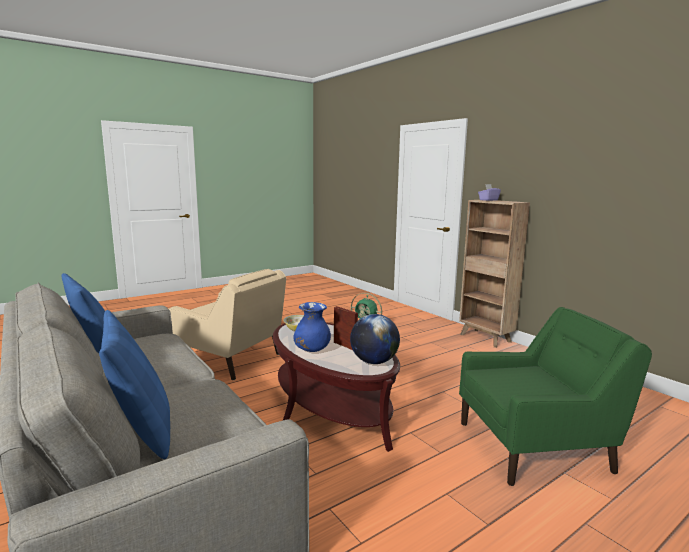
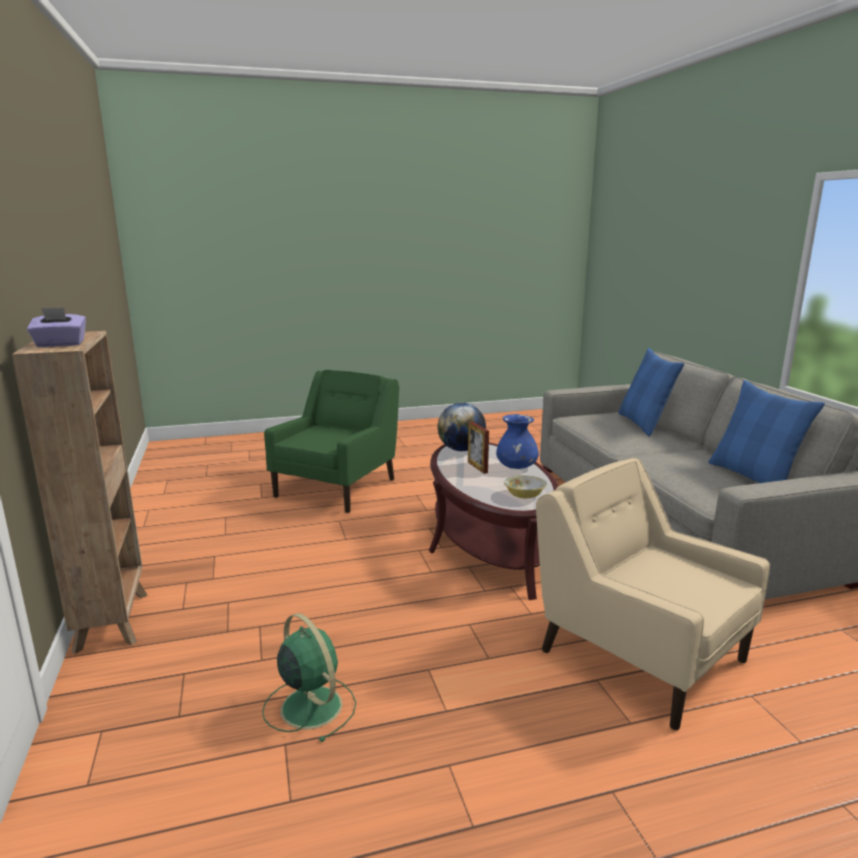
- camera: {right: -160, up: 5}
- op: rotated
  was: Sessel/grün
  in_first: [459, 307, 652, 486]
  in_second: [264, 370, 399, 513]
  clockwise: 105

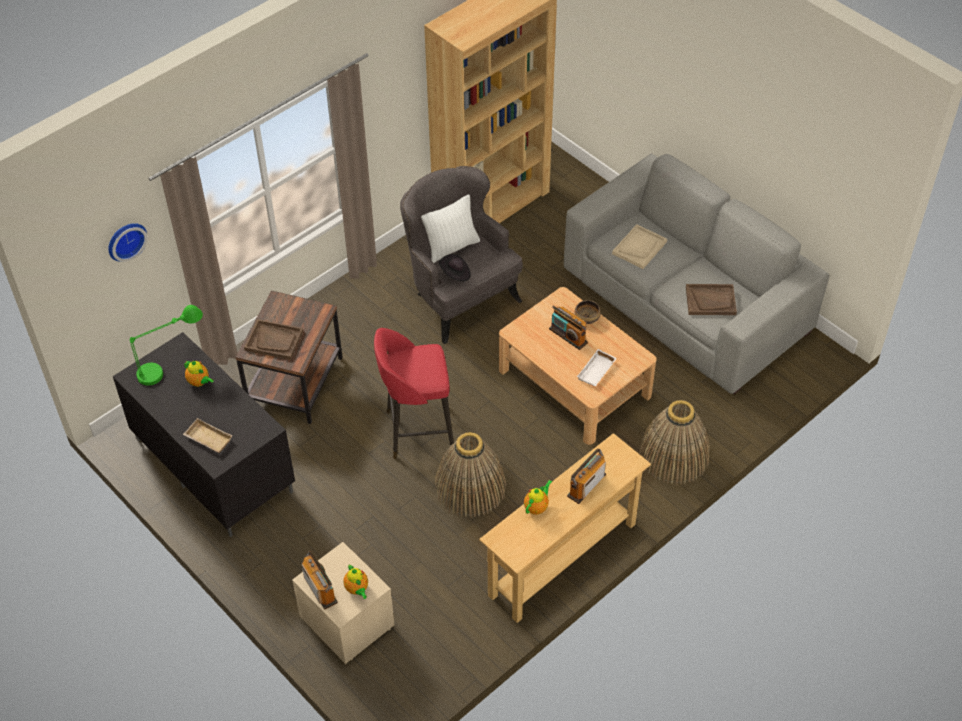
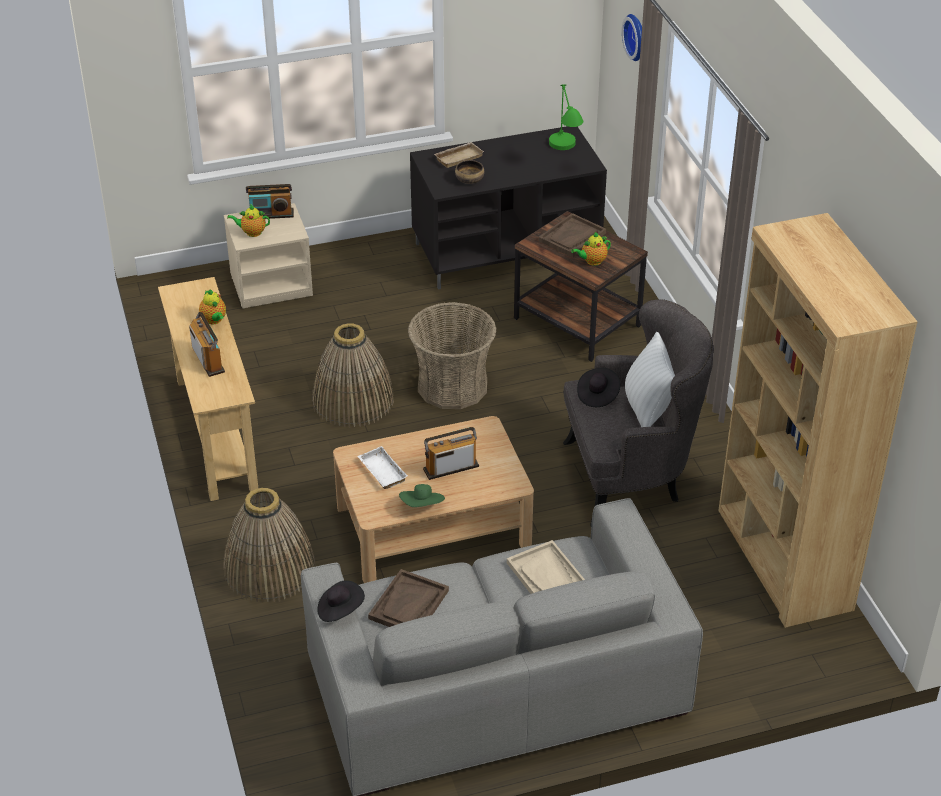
- camera: {right: 115, up: -10}
- op: shifted
  was: Teekanne
  in_first: [184, 361, 214, 387]
  in_second: [571, 232, 611, 266]
- op: swapped
  was: Hocker/rot
  now: Korb
  in_first: [374, 328, 454, 459]
  in_second: [408, 302, 497, 409]
- op: shifted
  was: Schüssel
  in_first: [575, 300, 601, 324]
  in_second: [455, 160, 484, 184]
- op: new
  now: Hut/schwarz
  in_second: [317, 580, 365, 622]
- op: new
  now: Hut/grün
  in_second: [399, 484, 445, 507]

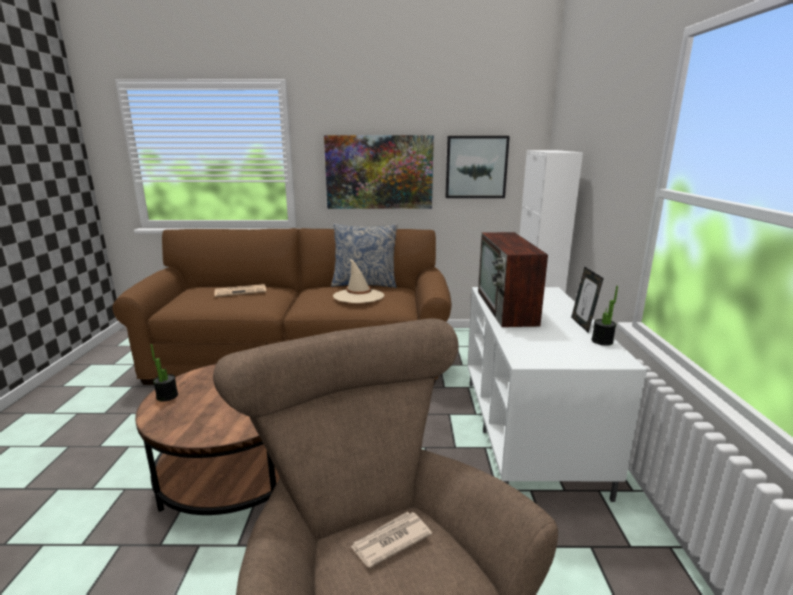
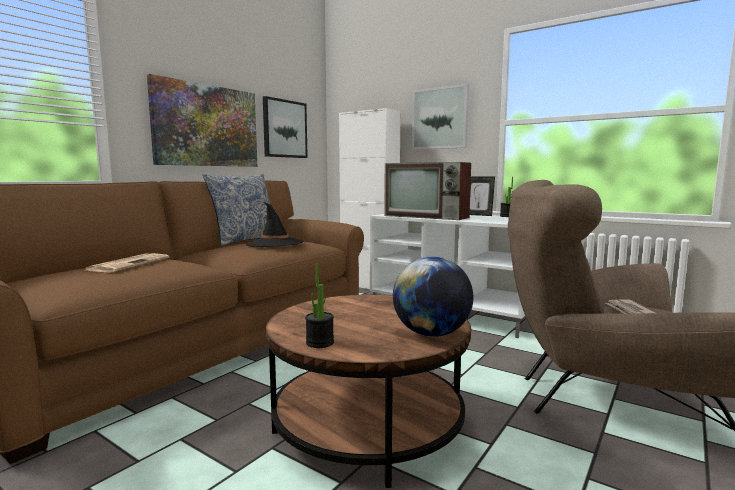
- camera: {right: -55, up: -10}
- op: repainted
  was: Hut/beige
  now: Hut/schwarz
  in_first: [333, 259, 384, 303]
  in_second: [246, 202, 304, 247]
- op: new
  now: Globus
  in_second: [393, 256, 473, 337]
- op: new
  now: Bild
  in_second: [412, 84, 469, 150]

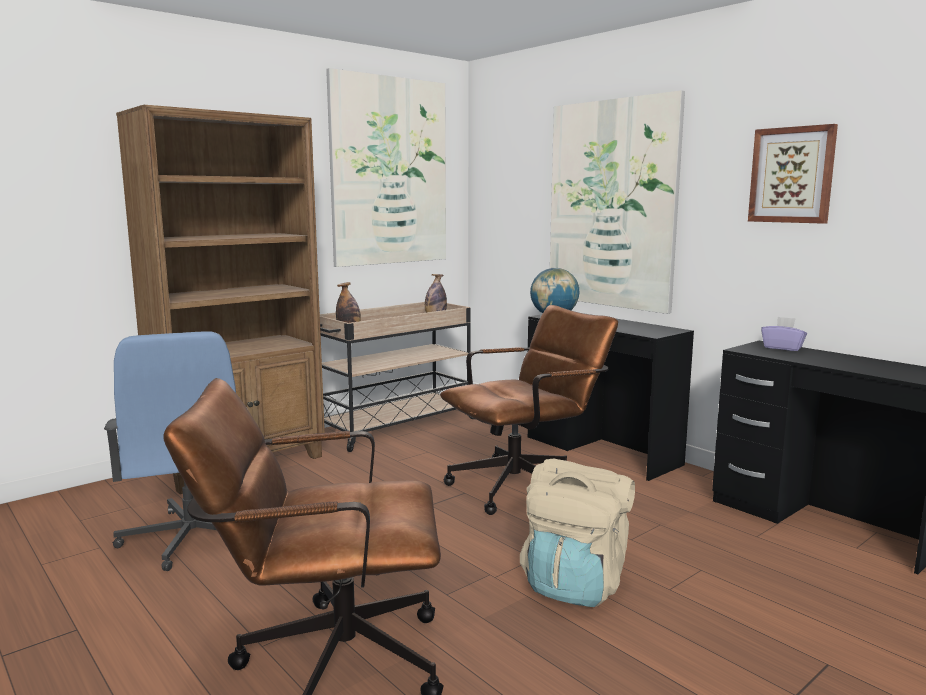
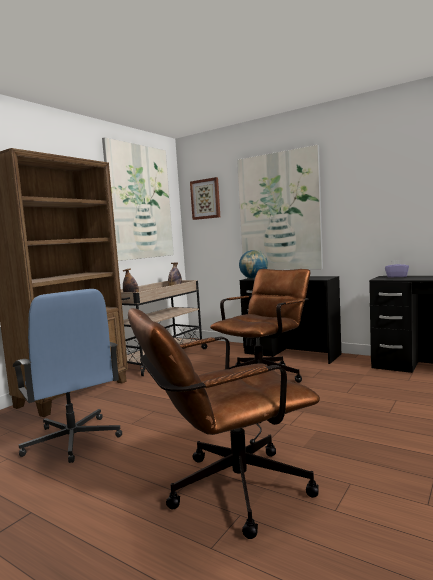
- camera: {right: -15, up: -5}
- op: gone
  was: Rucksack/beige
  in_first: [520, 458, 635, 607]
- op: shifted
  was: Bild
  in_first: [748, 124, 838, 224]
  in_second: [190, 177, 220, 220]

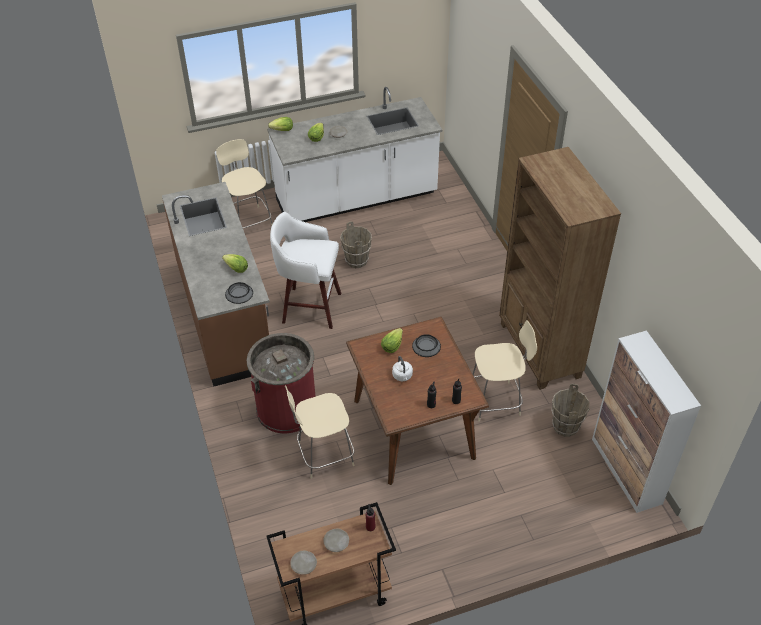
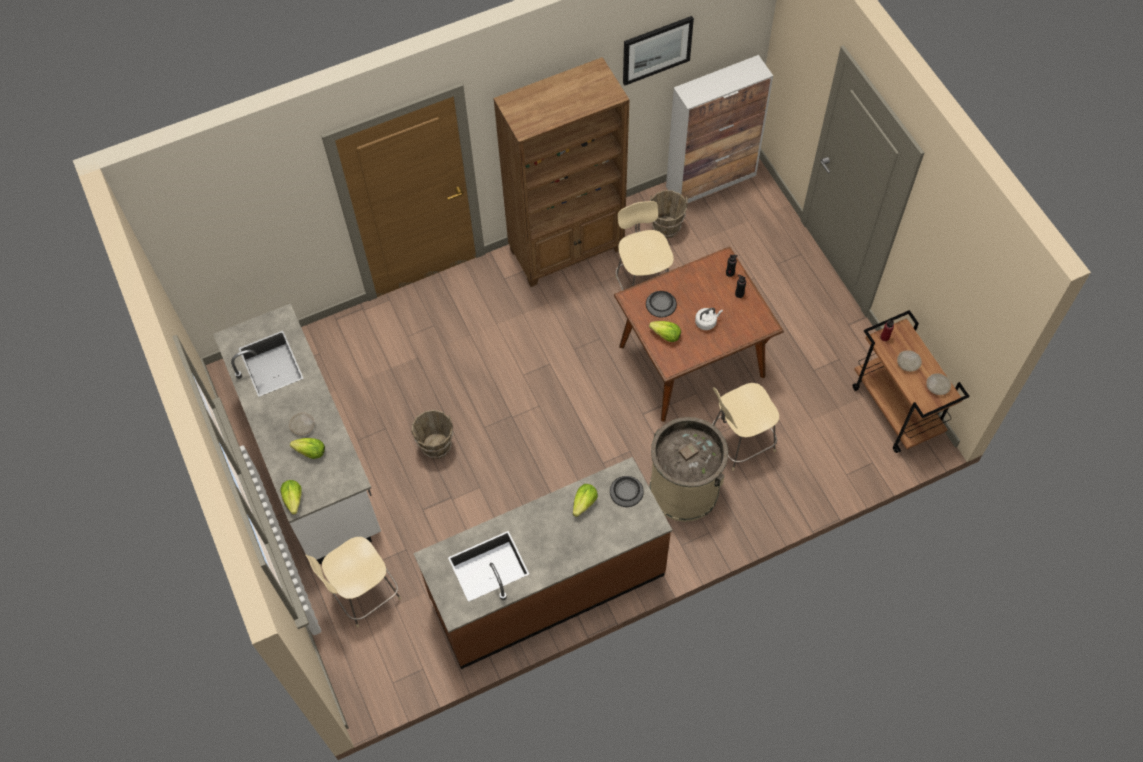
- camera: {right: -95, up: 15}
- op: repainted
  was: Mülleimer/rot
  now: Mülleimer/beige
  in_first: [246, 333, 316, 433]
  in_second: [649, 417, 728, 522]
- op: gone
  was: Hocker/weiß
  in_first: [270, 212, 341, 329]
- op: rotated
  was: Stuhl/beige
  in_first: [285, 385, 354, 479]
  in_second: [712, 383, 779, 471]
  clockwise: 90
- op: new
  now: Bild
  in_second: [623, 16, 694, 85]

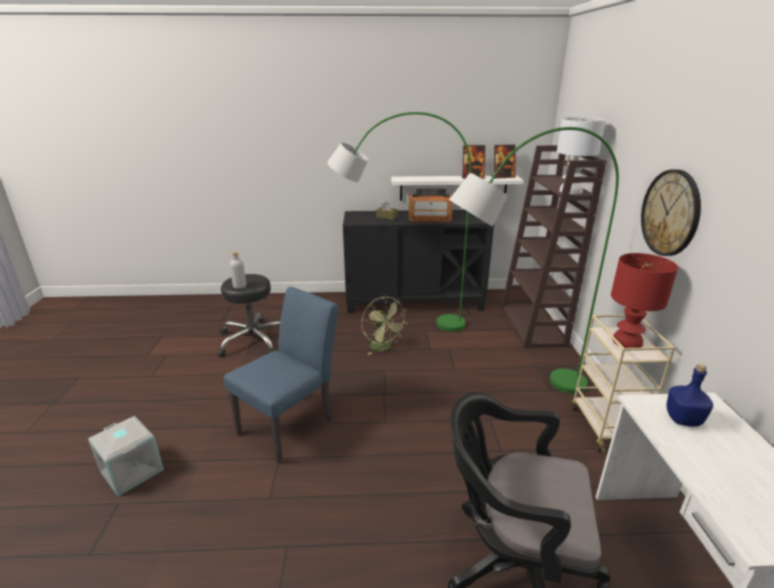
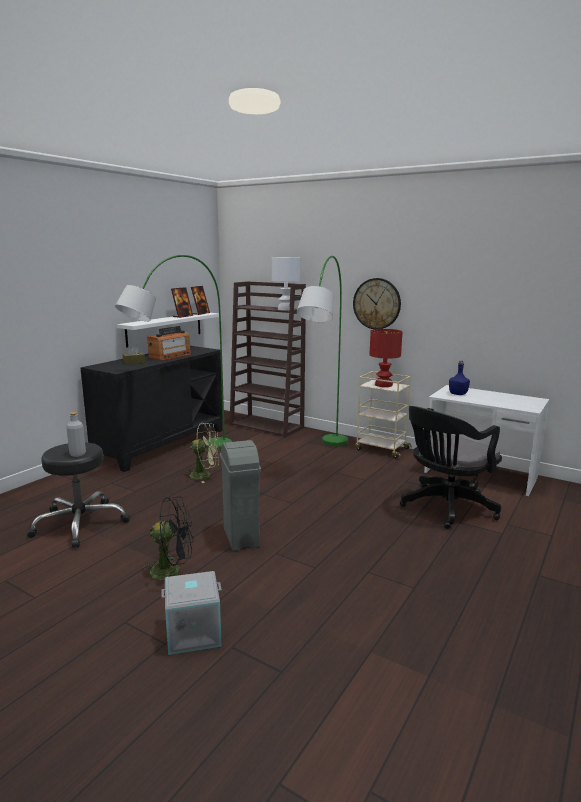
- camera: {right: -55, up: -10}
- op: swapped
  was: Stuhl/blau
  now: Mülleimer/grau
  in_first: [224, 287, 339, 464]
  in_second: [220, 440, 261, 551]
- op: new
  now: Ventilator/schwarz
  in_second: [143, 496, 193, 581]

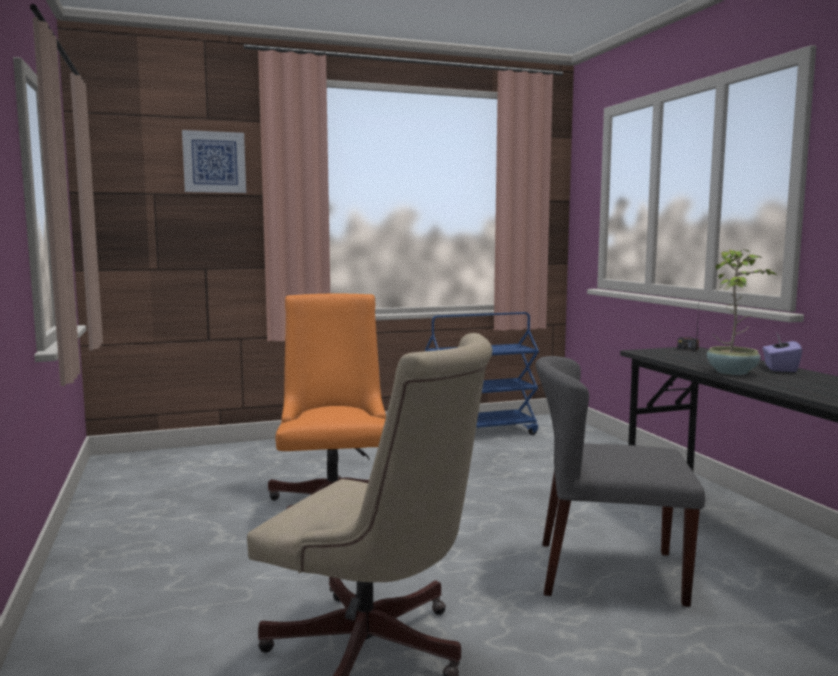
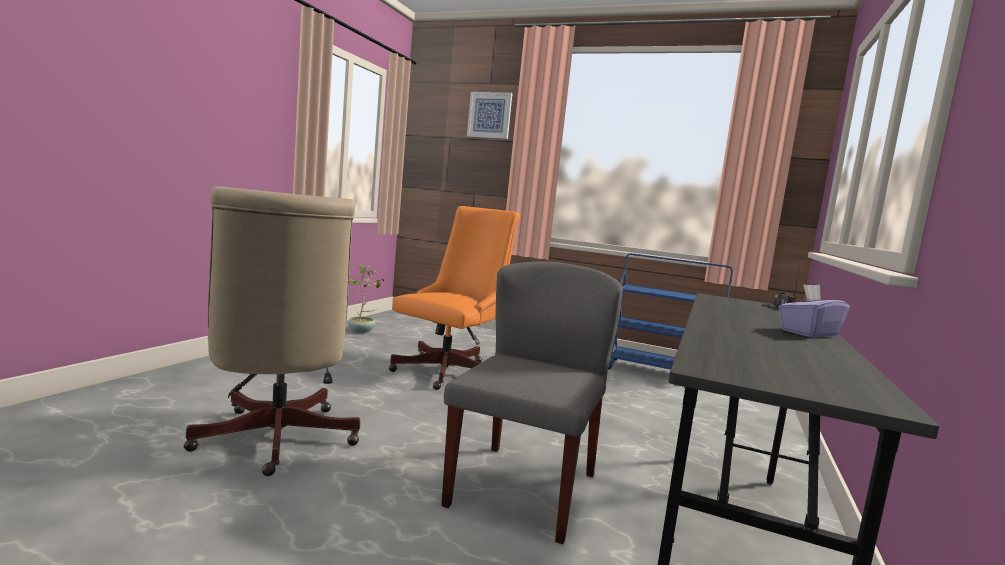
- camera: {right: 40, up: 0}
- op: rotated
  was: Stuhl/grau
  in_first: [536, 356, 705, 607]
  in_second: [441, 261, 623, 544]
  clockwise: 60
- op: shifted
  was: Topfpflanze
  in_first: [706, 249, 777, 375]
  in_second: [348, 265, 384, 333]

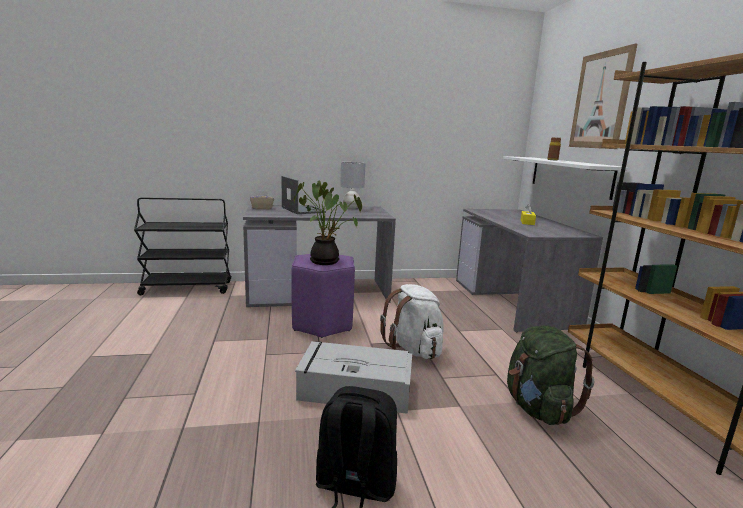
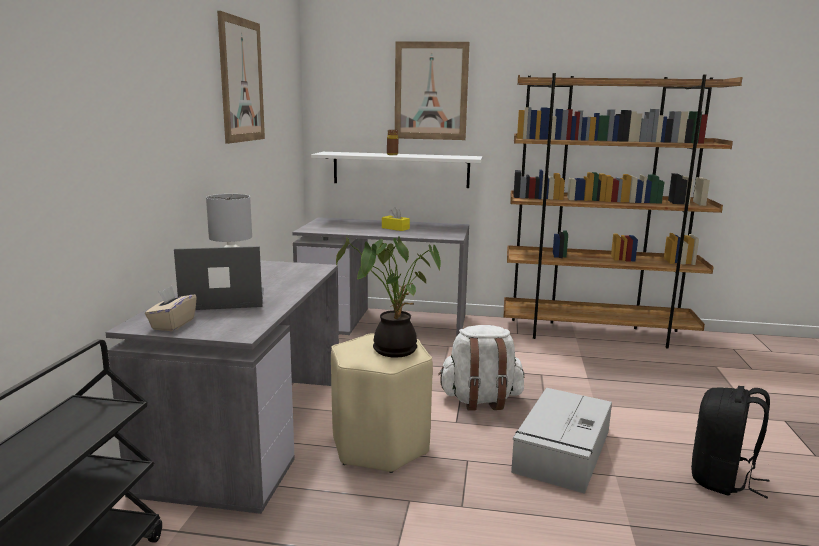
- camera: {right: -70, up: 0}
- op: repainted
  was: Hocker/lila
  now: Hocker/beige
  in_first: [291, 254, 355, 338]
  in_second: [331, 333, 433, 473]
- op: gone
  was: Rucksack/grün
  in_first: [507, 325, 594, 425]
- op: new
  now: Bild
  in_second: [217, 11, 265, 144]

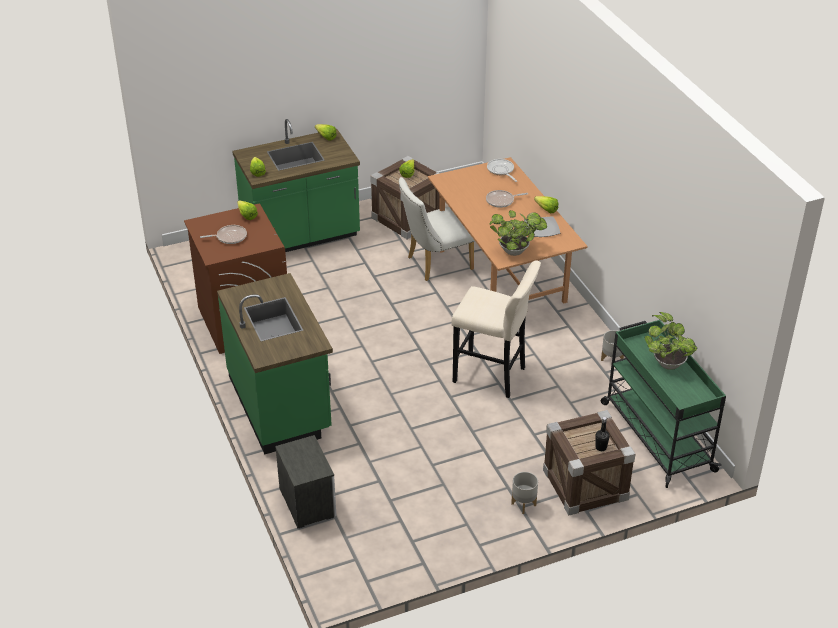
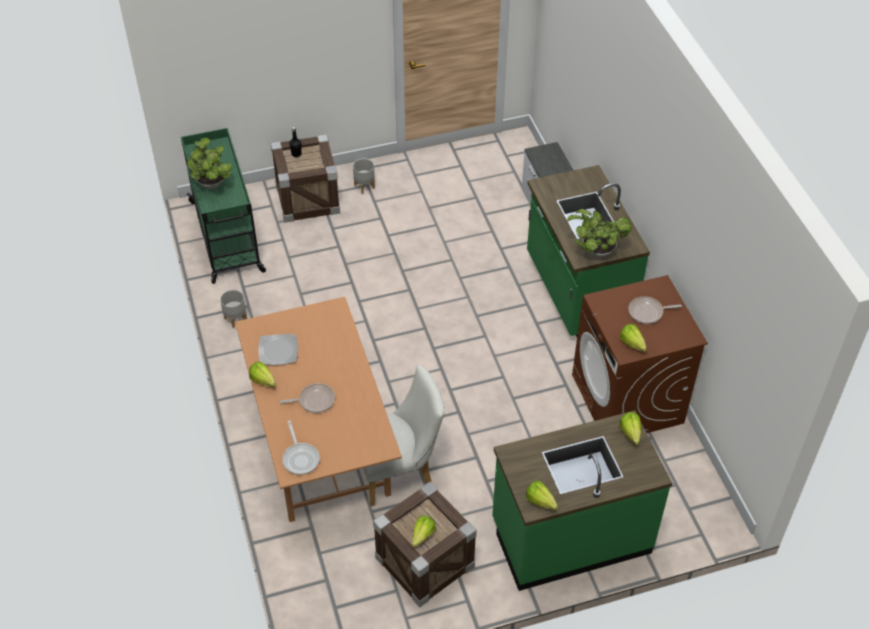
- camera: {right: -175, up: 10}
- op: gone
  was: Hocker/beige
  in_first: [451, 260, 541, 398]
- op: shifted
  was: Topfpflanze
  in_first: [490, 210, 547, 256]
  in_second: [567, 209, 632, 258]

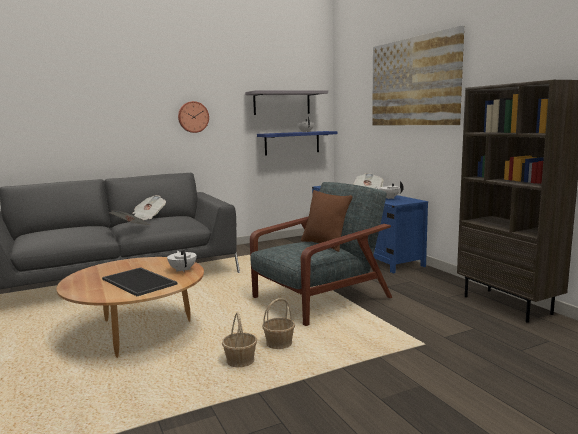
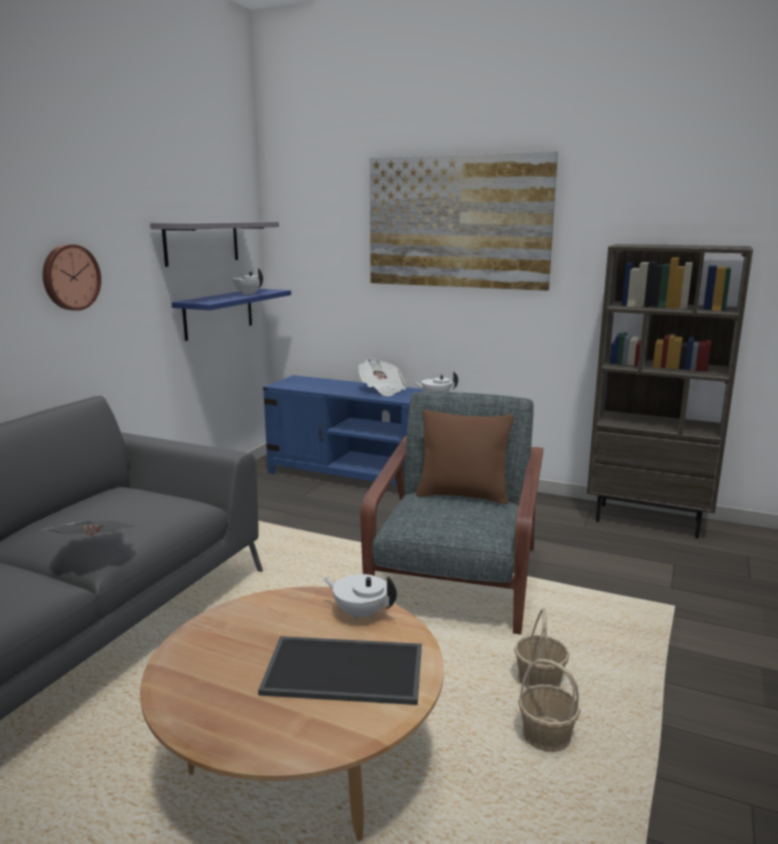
- camera: {right: -40, up: 5}
- op: gone
  was: Zeitung
  in_first: [133, 195, 166, 220]

